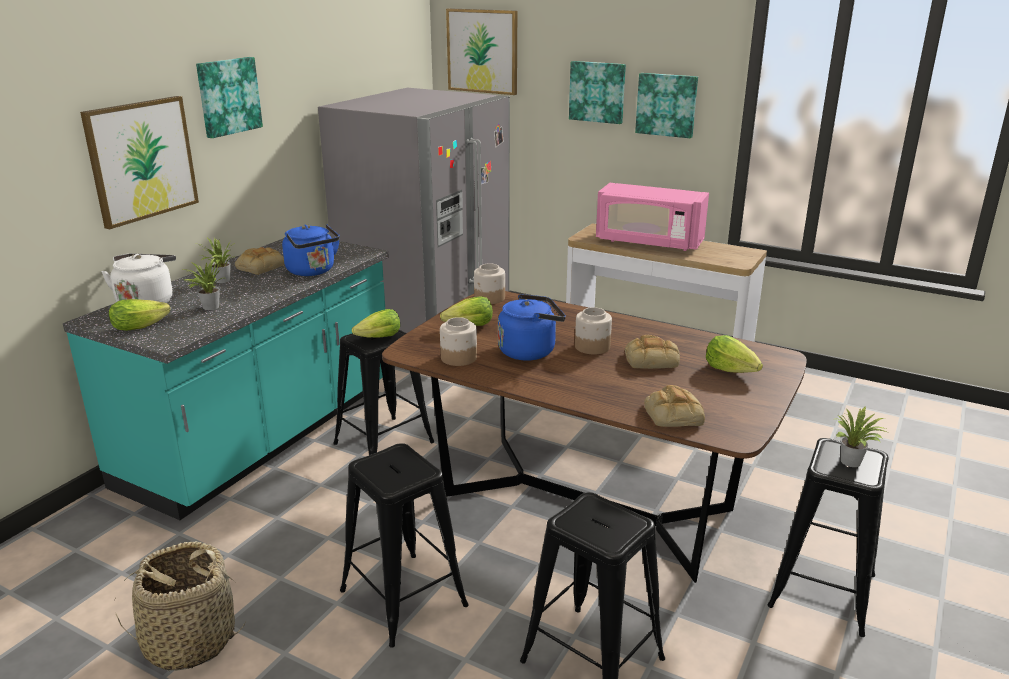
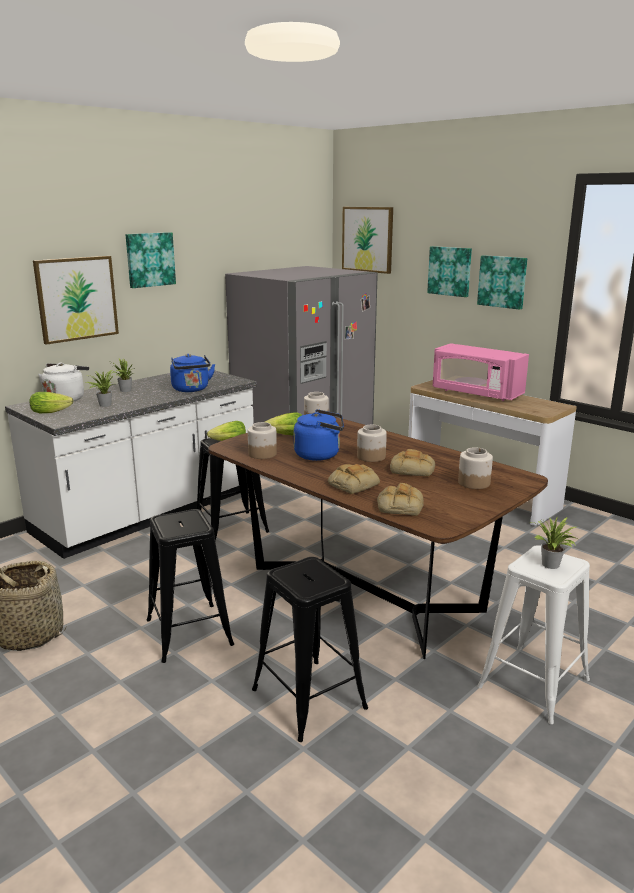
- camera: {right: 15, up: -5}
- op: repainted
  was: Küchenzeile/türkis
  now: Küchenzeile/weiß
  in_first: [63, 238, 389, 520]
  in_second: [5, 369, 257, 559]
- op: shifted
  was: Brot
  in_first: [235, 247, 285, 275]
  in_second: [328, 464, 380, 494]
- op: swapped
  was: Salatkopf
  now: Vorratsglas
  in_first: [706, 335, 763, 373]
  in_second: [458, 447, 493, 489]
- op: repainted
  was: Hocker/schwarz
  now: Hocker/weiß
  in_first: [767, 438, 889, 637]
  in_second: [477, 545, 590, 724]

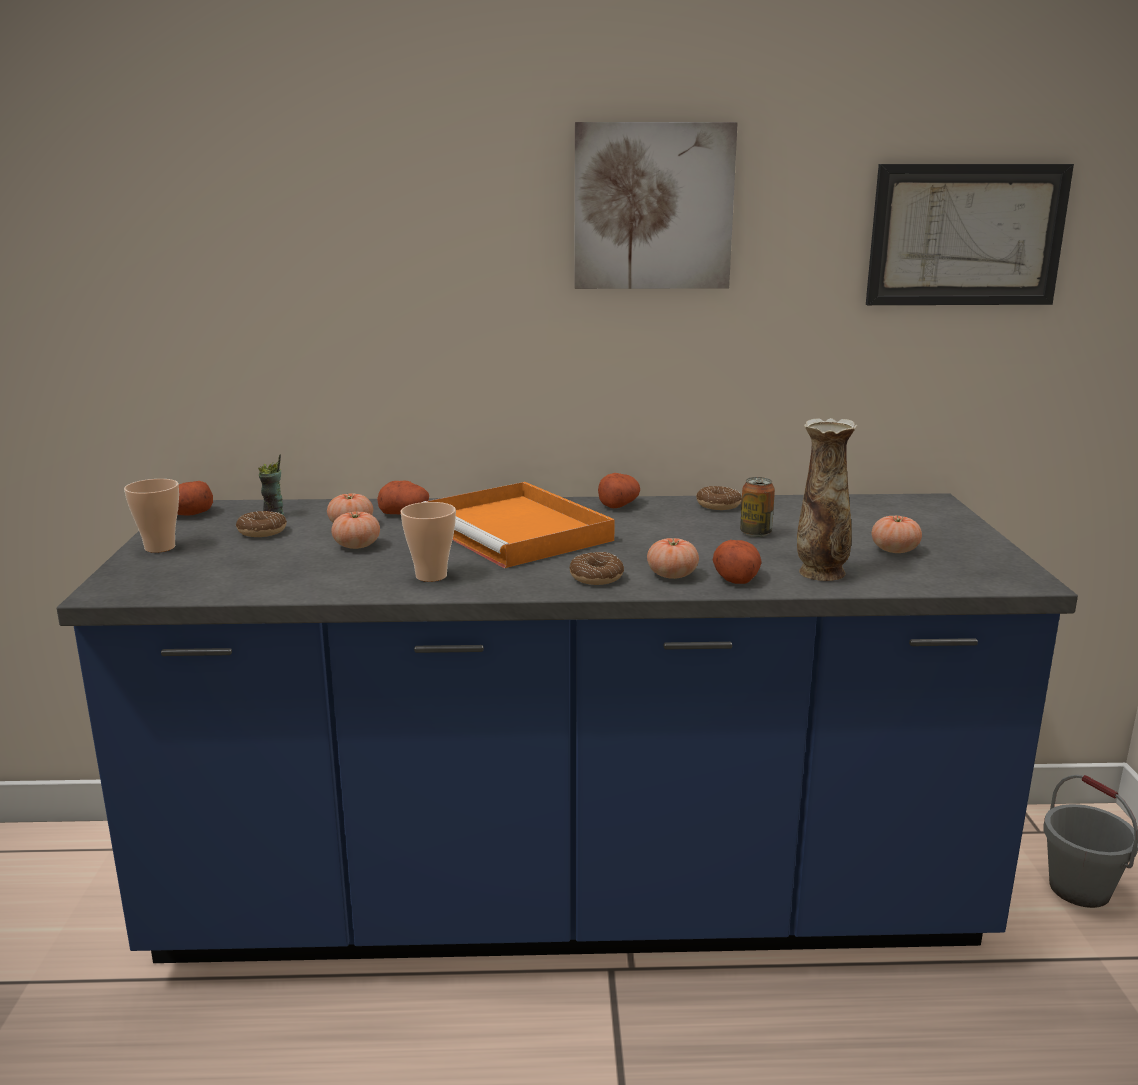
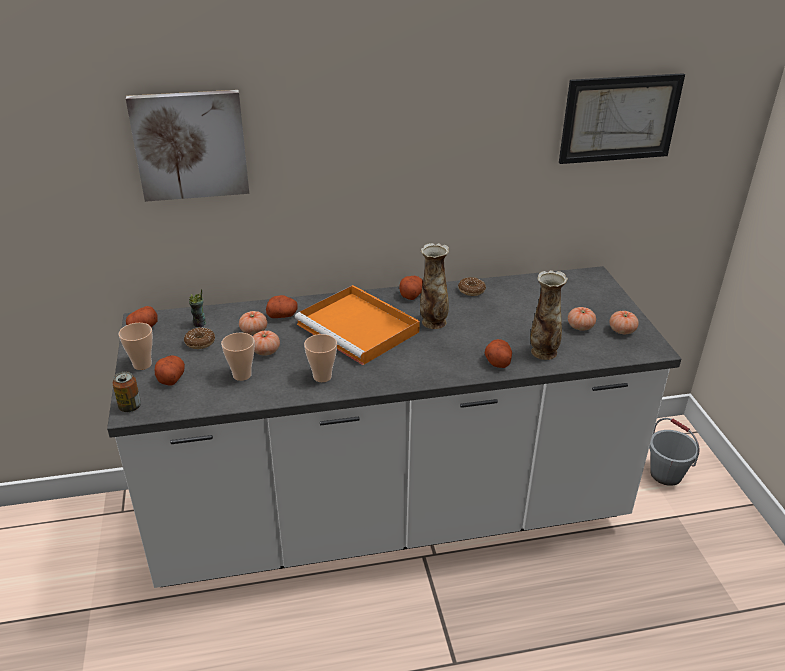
- camera: {right: -10, up: 15}
- op: repainted
  was: Küchenzeile/blau
  now: Küchenzeile/weiß
  in_first: [57, 493, 1078, 963]
  in_second: [107, 266, 681, 588]
- op: gone
  was: Donut
  in_first: [569, 552, 624, 585]
- op: shifted
  was: Bild
  in_first: [574, 122, 738, 289]
  in_second: [126, 90, 249, 202]
- op: shifted
  was: Tomate
  in_first: [647, 538, 699, 579]
  in_second: [609, 311, 639, 334]
- op: shifted
  was: Dose
  in_first: [740, 477, 775, 537]
  in_second: [112, 371, 141, 412]
- op: new
  now: Kartoffel
  in_second: [155, 355, 185, 386]
- op: new
  now: Tasse
  in_second: [221, 333, 255, 381]
- op: new
  now: Vase
  in_second: [420, 243, 449, 329]

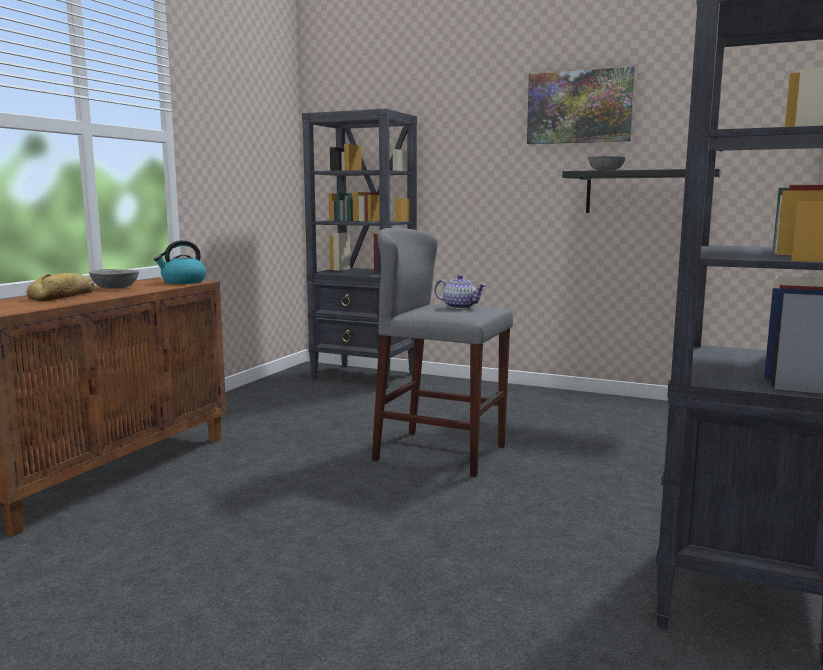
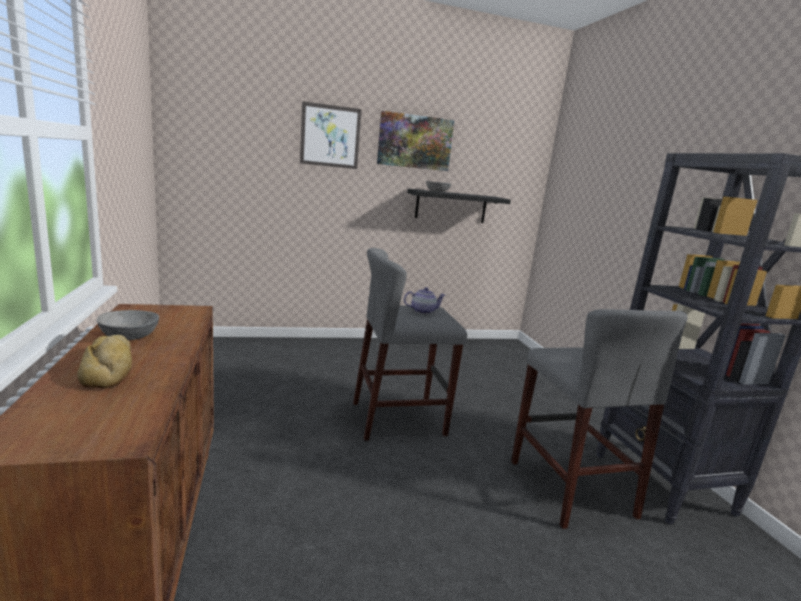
- camera: {right: -40, up: 5}
- op: gone
  was: Wasserkessel
  in_first: [154, 240, 206, 284]
- op: gone
  was: Bücherregal/schwarz
  in_first: [302, 109, 417, 389]
- op: new
  now: Bild
  in_second: [300, 101, 362, 169]
- op: new
  now: Hocker/grau
  in_second: [511, 309, 688, 529]

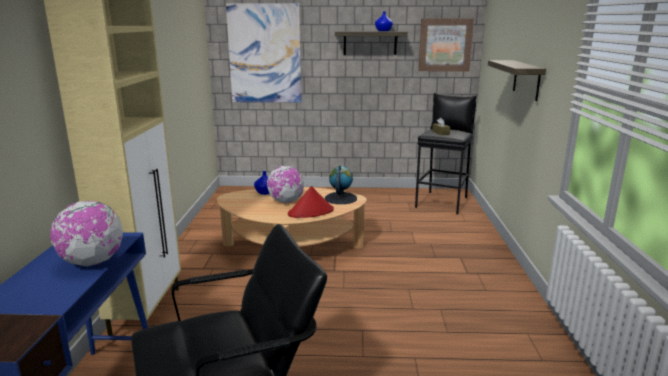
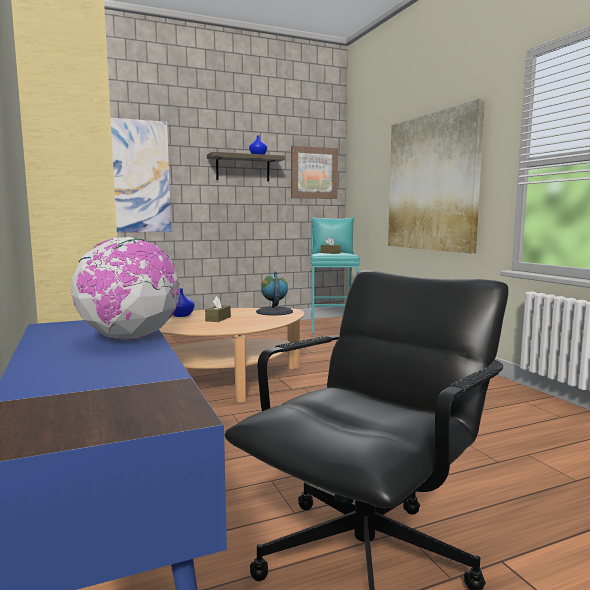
- camera: {right: -25, up: -10}
- op: swapped
  was: Globus
  now: Taschentuchbox/braun
  in_first: [267, 166, 304, 203]
  in_second: [205, 296, 231, 322]
- op: gone
  was: Hut/rot
  in_first: [288, 186, 334, 218]
- op: repainted
  was: Hocker/schwarz
  now: Hocker/türkis
  in_first: [415, 93, 477, 214]
  in_second: [311, 217, 360, 334]
- op: swapped
  was: Wandregal
  now: Bild
  in_first: [488, 60, 546, 101]
  in_second: [388, 99, 485, 253]

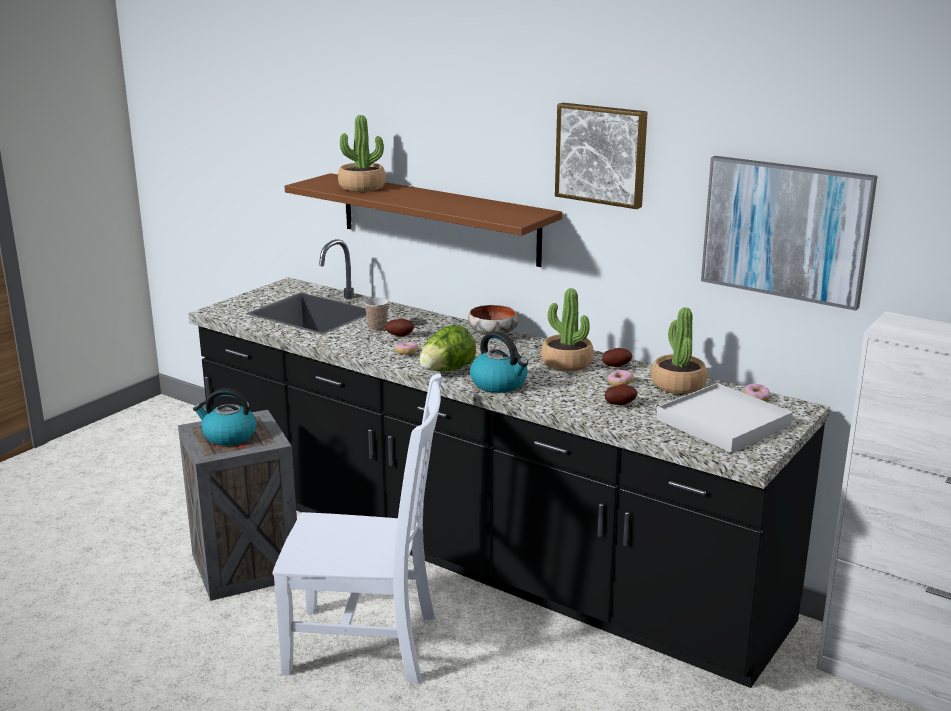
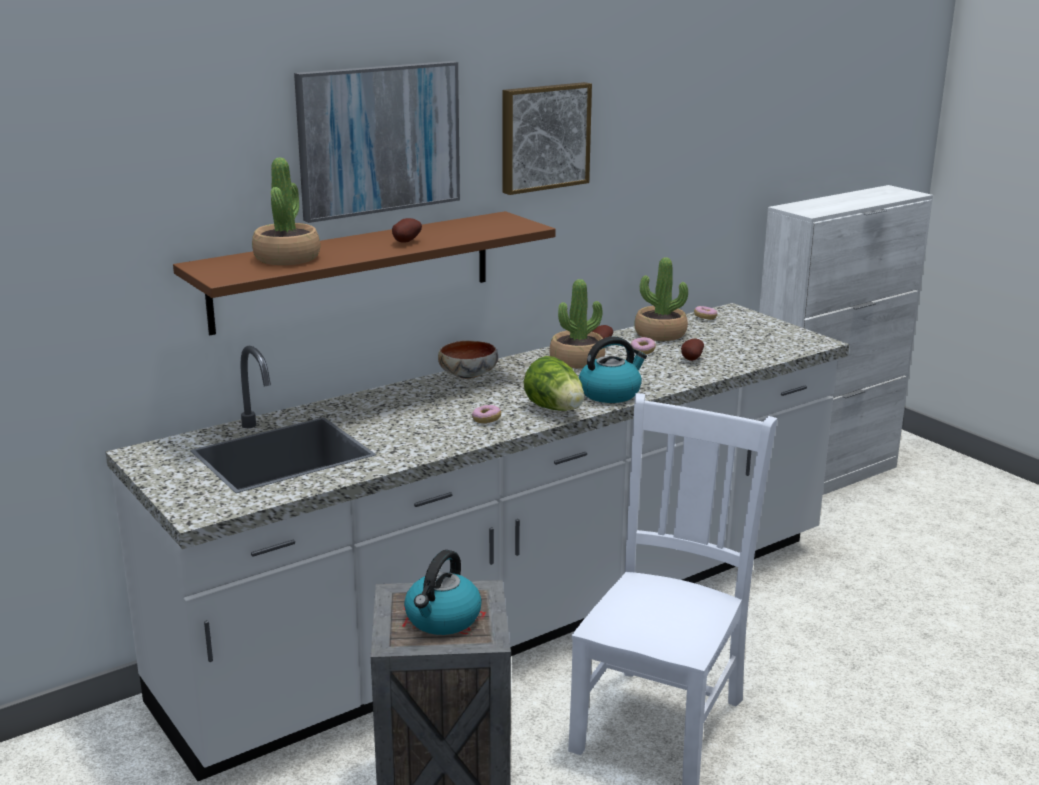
- camera: {right: -70, up: 0}
- op: repainted
  was: Küchenzeile/schwarz
  now: Küchenzeile/weiß
  in_first: [188, 239, 830, 688]
  in_second: [106, 303, 849, 781]
- op: gone
  was: Tasse
  in_first: [364, 297, 389, 331]
- op: shifted
  was: Kartoffel
  in_first: [386, 319, 414, 336]
  in_second: [392, 218, 422, 243]
- op: gone
  was: Tablett/weiß
  in_first: [656, 383, 793, 452]
- op: shifted
  was: Bild
  in_first: [701, 156, 878, 311]
  in_second: [294, 61, 460, 223]

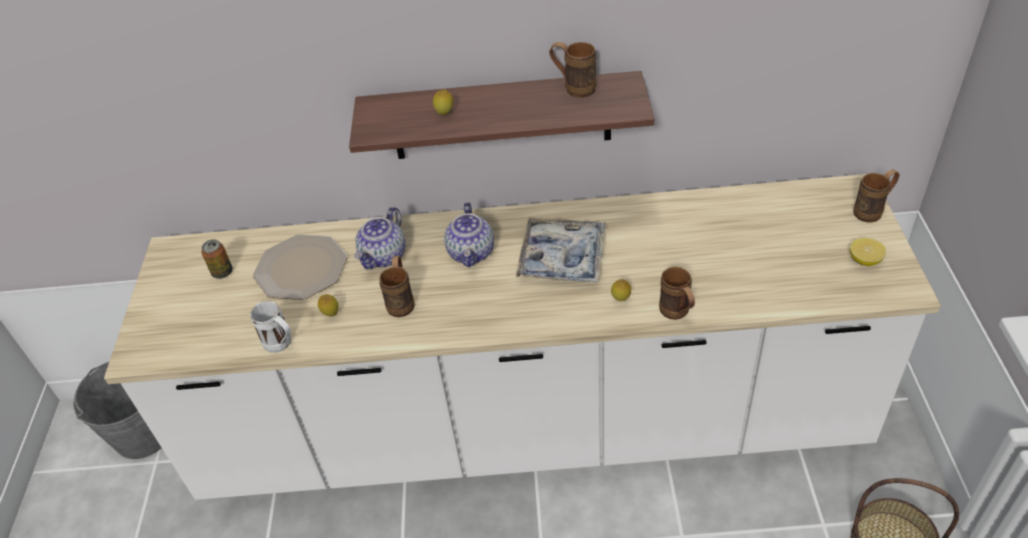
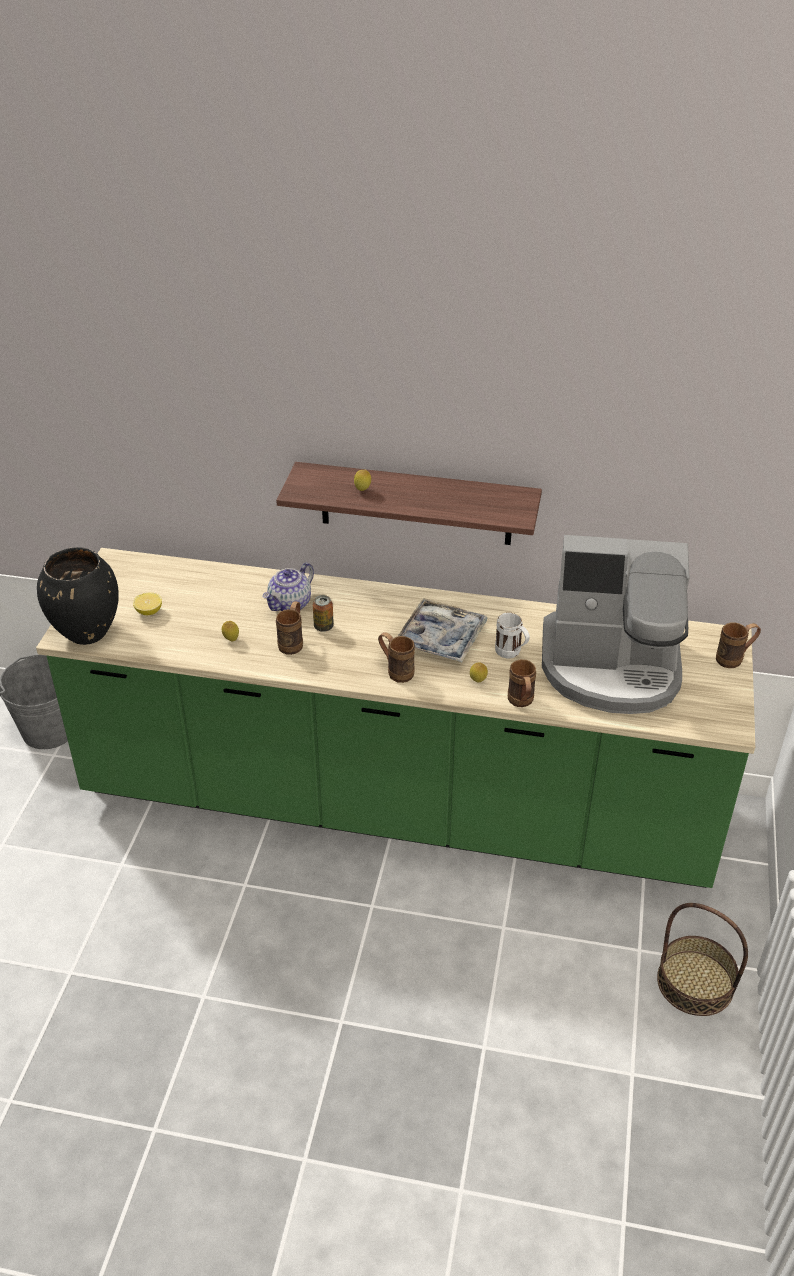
- camera: {right: 10, up: -5}
- op: repainted
  was: Küchenzeile/weiß
  now: Küchenzeile/grün
  in_first: [104, 174, 941, 500]
  in_second: [36, 548, 755, 888]
- op: shifted
  was: Dose
  in_first: [201, 239, 233, 279]
  in_second: [313, 595, 334, 632]
- op: shifted
  was: Henkelbecher/weiß
  in_first: [250, 301, 291, 353]
  in_second: [495, 612, 530, 658]
- op: gone
  was: Teller
  in_first: [253, 234, 347, 300]
- op: gone
  was: Teekanne
  in_first: [444, 202, 494, 267]
- op: shifted
  was: Henkelbecher/braun
  in_first: [549, 42, 596, 98]
  in_second: [378, 632, 415, 683]
- op: shifted
  was: Zitrone
  in_first: [850, 238, 886, 266]
  in_second: [133, 592, 162, 615]
- op: new
  now: Vase/schwarz
  in_second: [37, 547, 119, 645]
- op: new
  now: Kaffeemaschine
  in_second: [542, 535, 690, 714]

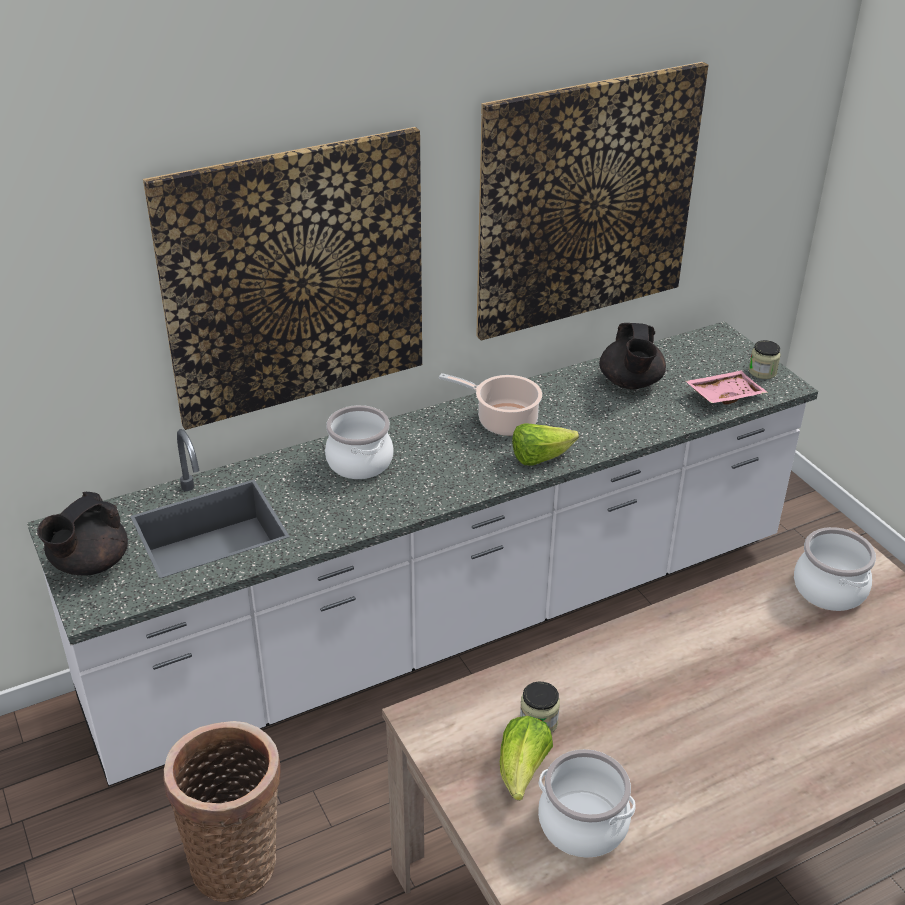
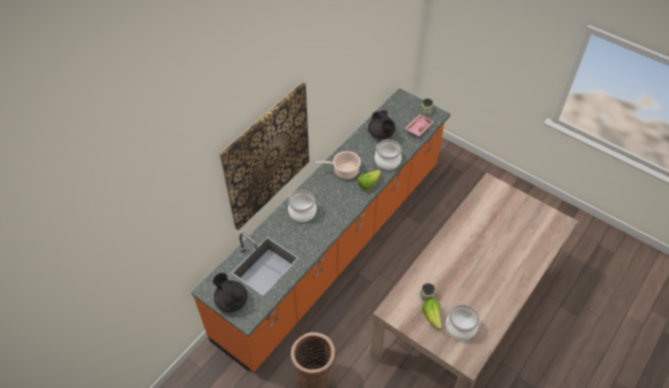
- camera: {right: -25, up: 15}
- op: repainted
  was: Küchenzeile/weiß
  now: Küchenzeile/orange
  in_first: [27, 321, 818, 786]
  in_second: [191, 88, 450, 372]
- op: rotated
  was: Teekanne/schwarz
  in_first: [37, 492, 128, 575]
  in_second: [213, 273, 248, 312]
  clockwise: 135
- op: gone
  was: Bild
  in_first: [476, 62, 708, 341]
- op: shifted
  was: Kochtopf
  in_first: [794, 527, 876, 611]
  in_second: [375, 140, 402, 170]

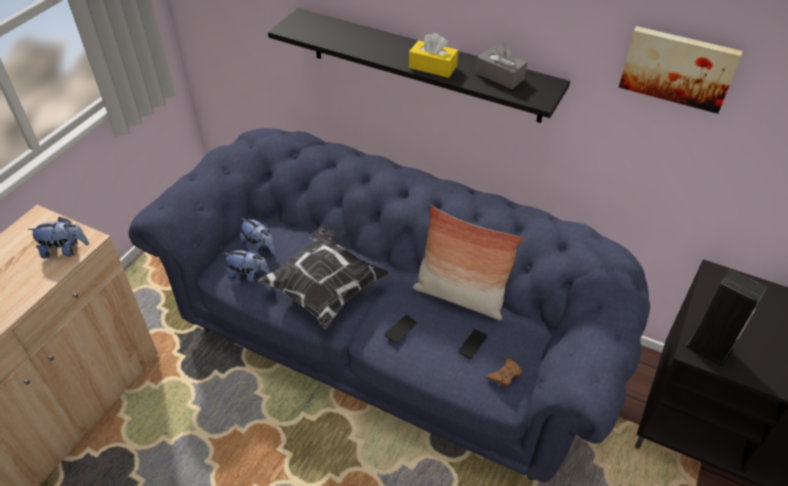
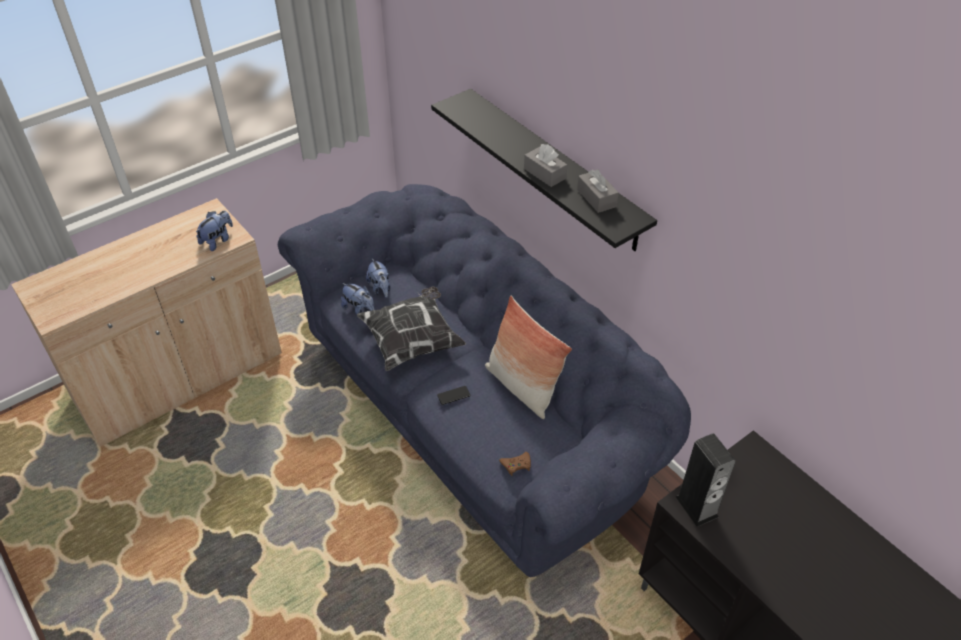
- camera: {right: 25, up: 0}
- op: rotated
  was: Plüschtier
  in_first: [27, 217, 89, 259]
  in_second: [196, 211, 233, 251]
  clockwise: -75
- op: repainted
  was: Taschentuchbox/gelb
  now: Taschentuchbox/grau
  in_first: [409, 33, 458, 78]
  in_second: [524, 144, 567, 187]
- op: gone
  was: Handy
  in_first: [458, 329, 488, 359]
- op: gone
  was: Bild
  in_first: [619, 26, 743, 114]

